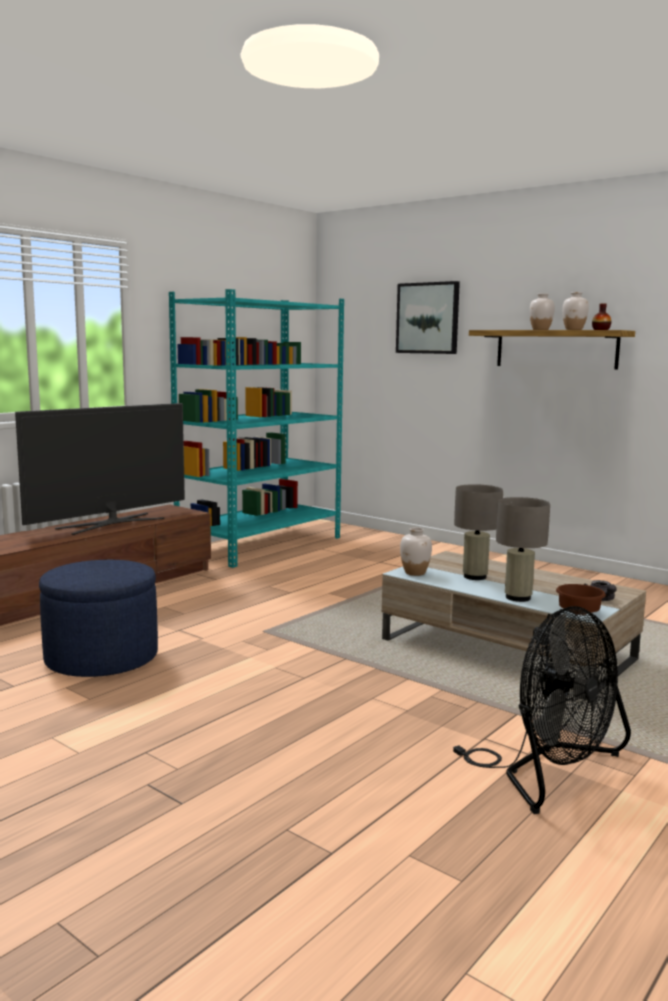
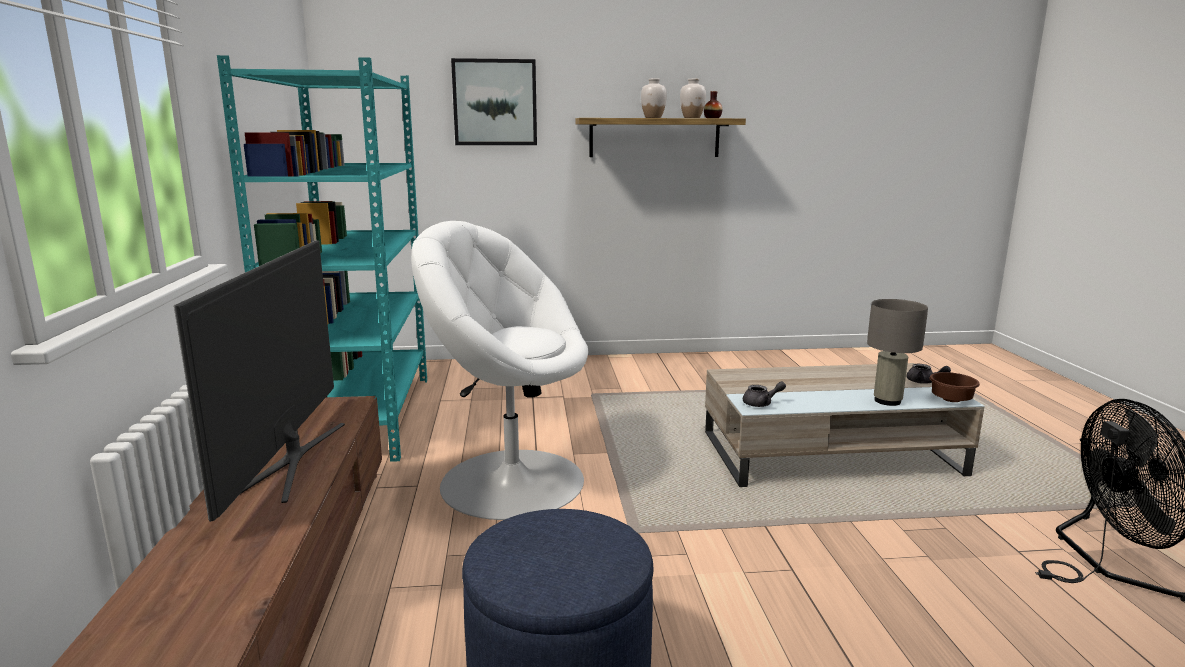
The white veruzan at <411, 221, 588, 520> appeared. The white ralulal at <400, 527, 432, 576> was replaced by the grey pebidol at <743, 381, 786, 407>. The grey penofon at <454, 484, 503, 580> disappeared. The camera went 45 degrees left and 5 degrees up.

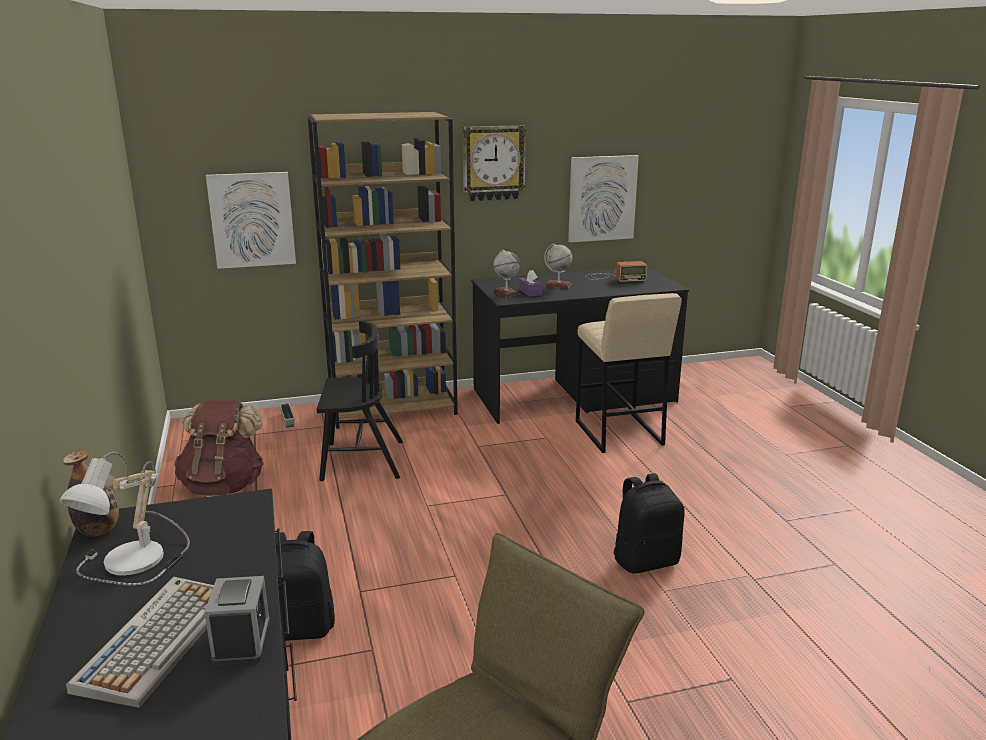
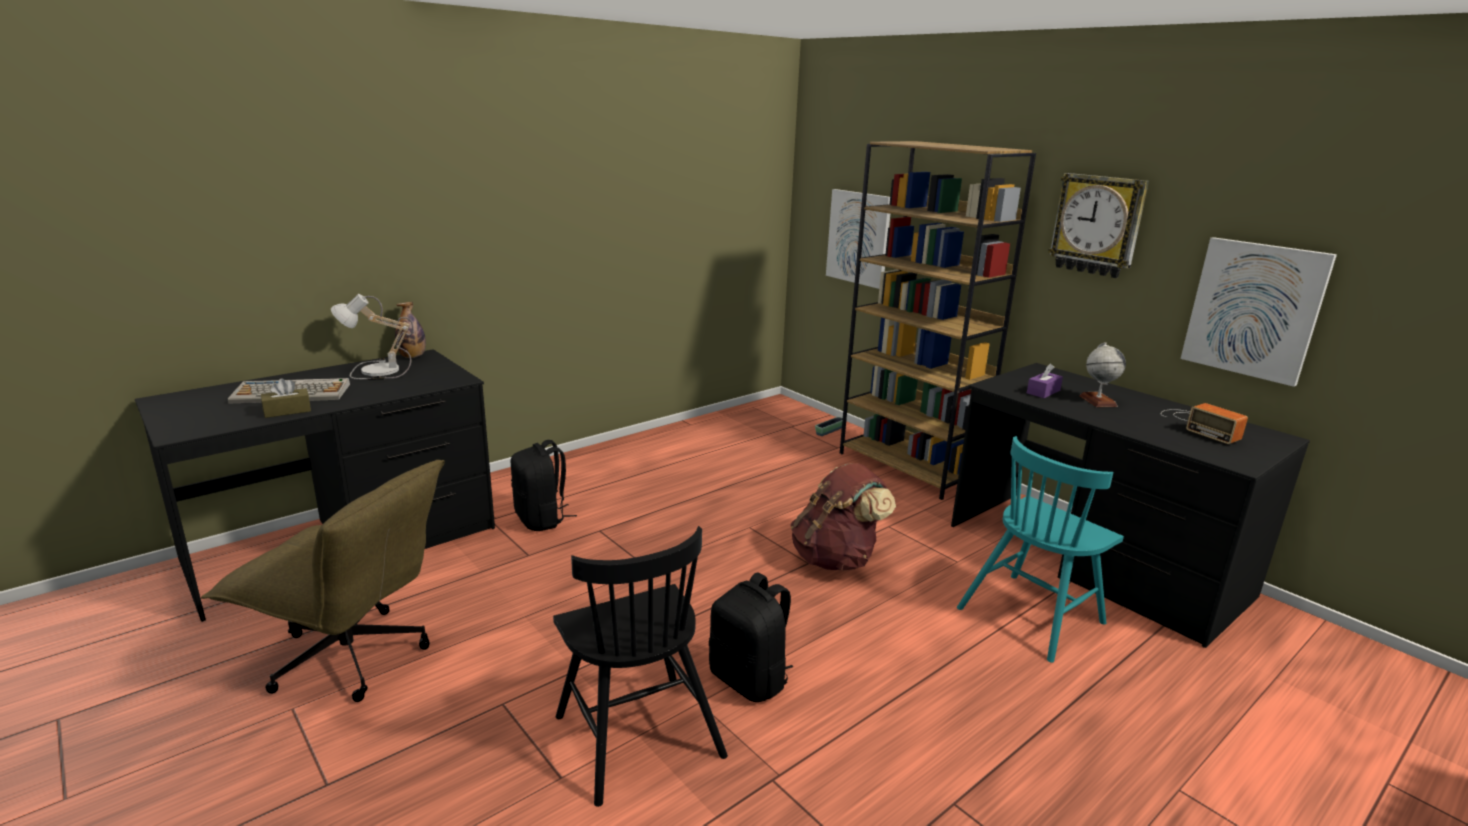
The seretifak at <204, 576, 270, 666> was replaced by the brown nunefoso at <261, 378, 311, 418>. The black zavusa moved from <317, 321, 403, 481> to <553, 526, 728, 807>. The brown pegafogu moved from <174, 400, 264, 496> to <790, 463, 896, 571>. The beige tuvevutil at <576, 293, 682, 453> was replaced by the turquoise zavusa at <957, 436, 1124, 663>. The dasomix at <493, 249, 520, 298> disappeared. The camera went 65 degrees right and 0 degrees up.

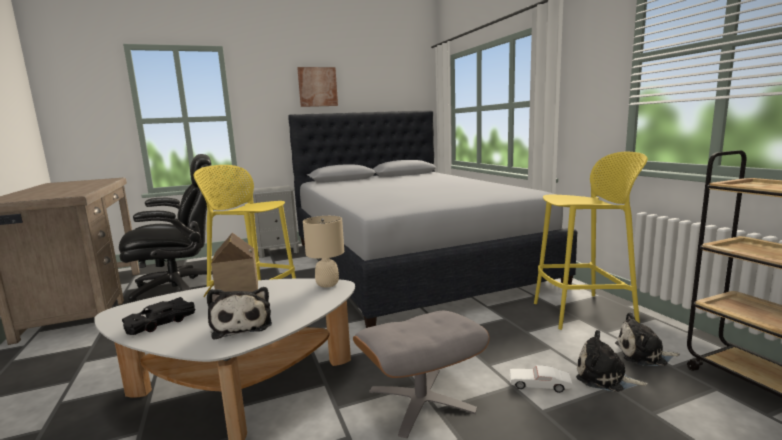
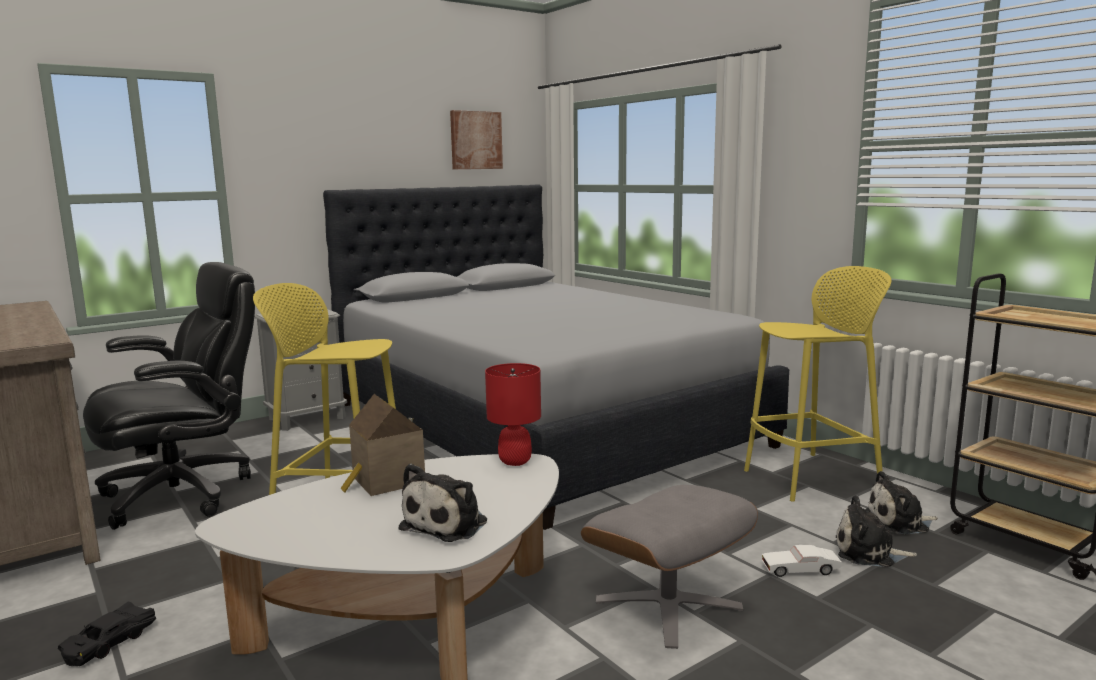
The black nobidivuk moved from <122, 297, 196, 335> to <58, 602, 156, 666>. The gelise at <207, 287, 272, 340> turned 60 degrees clockwise. The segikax moved from <297, 67, 338, 107> to <450, 110, 503, 169>. The beige penofon at <303, 216, 344, 288> became the red penofon at <485, 363, 541, 466>. The camera went 15 degrees left and 0 degrees up.

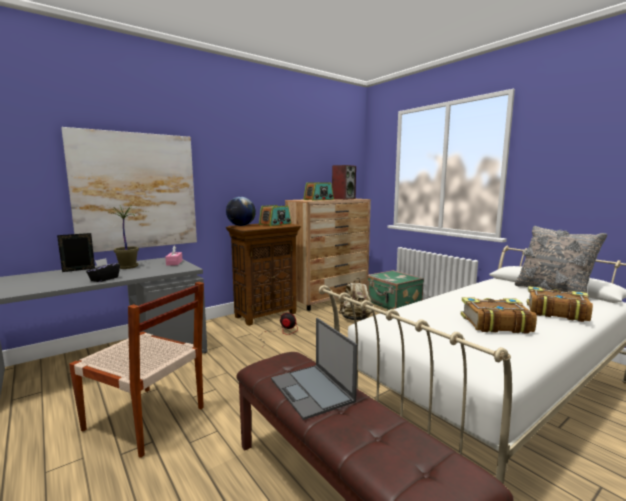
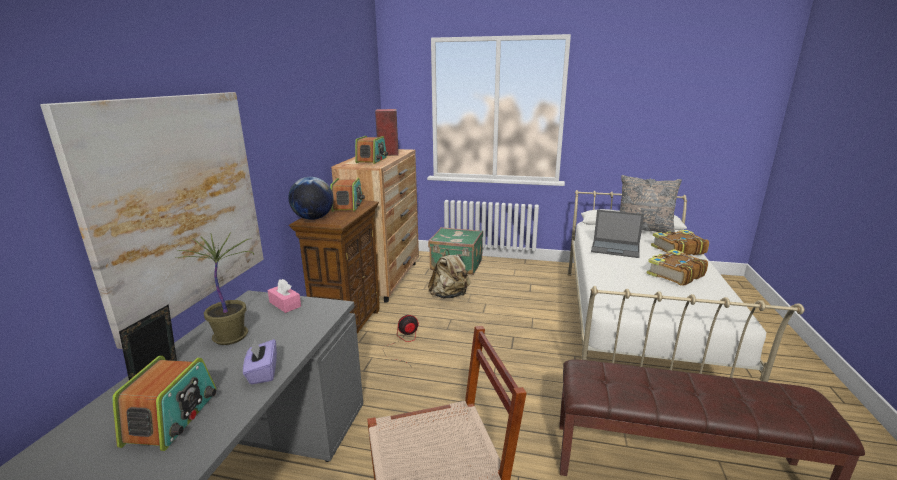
The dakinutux at <112, 356, 216, 451> appeared. The black nunefoso at <86, 258, 120, 282> became the purple nunefoso at <243, 339, 277, 384>. The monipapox moved from <271, 318, 358, 420> to <591, 210, 644, 258>. The camera went 40 degrees left and 10 degrees up.

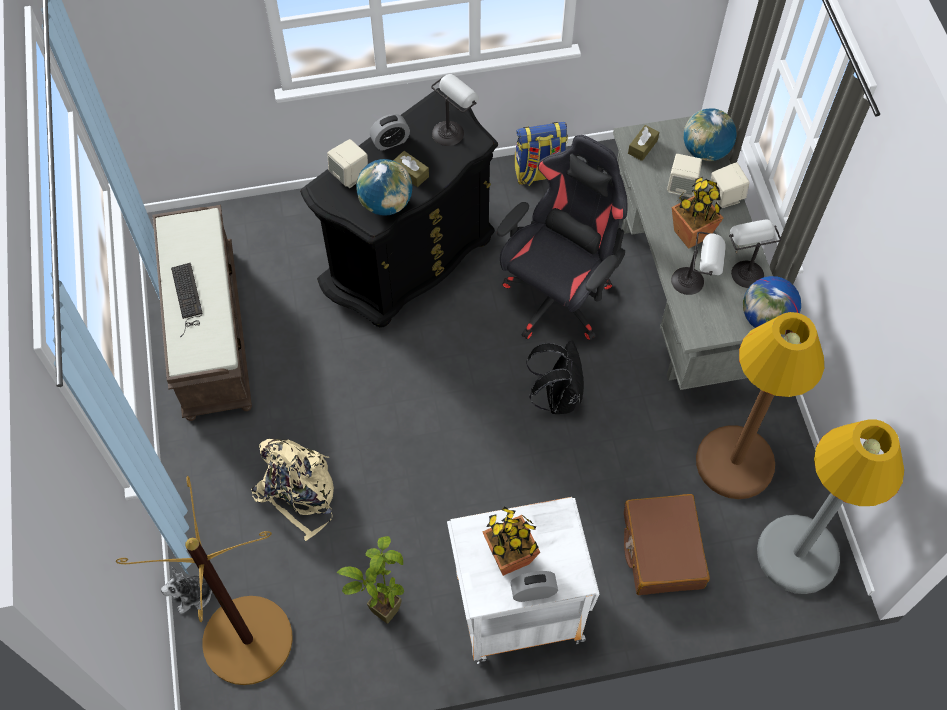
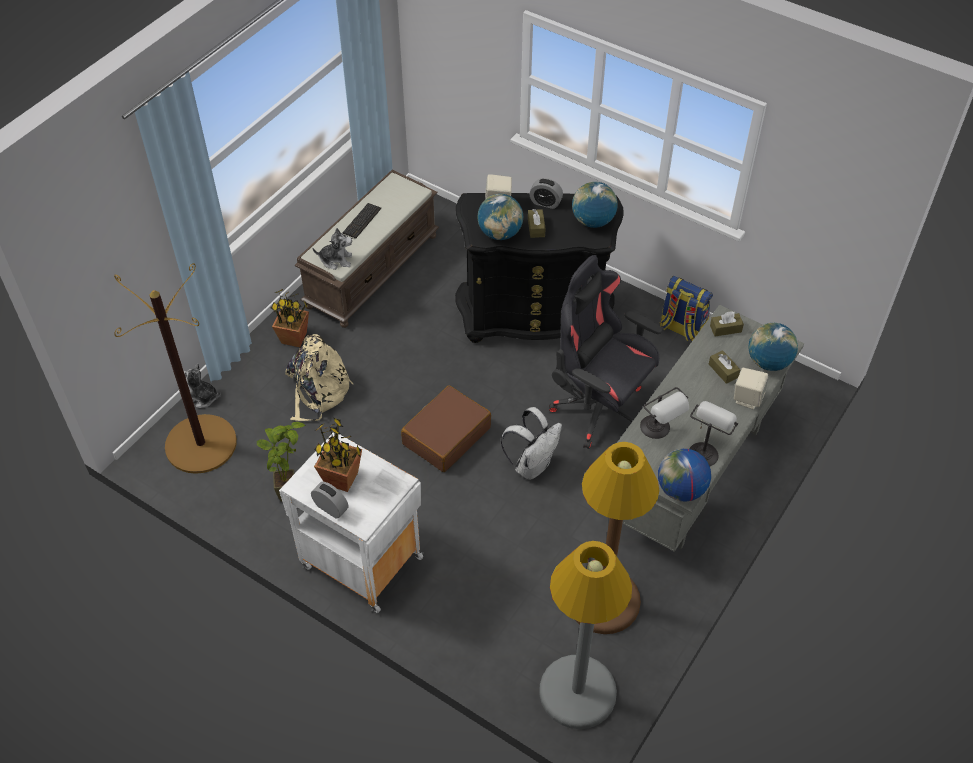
The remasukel moved from <672, 177, 723, 249> to <271, 289, 309, 347>. The gelise at <312, 228, 352, 270> appeared. The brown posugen moved from <624, 494, 710, 595> to <401, 385, 491, 472>. The black pegafogu at <526, 341, 584, 414> became the white pegafogu at <501, 407, 562, 480>. The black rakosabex at <497, 135, 628, 340> turned 135 degrees counterclockwise. The penofon at <431, 74, 479, 146> was replaced by the dasomix at <572, 182, 618, 228>. The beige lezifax at <667, 154, 702, 198> was replaced by the brown nunefoso at <709, 350, 741, 384>. The camera went 45 degrees right and 10 degrees down.

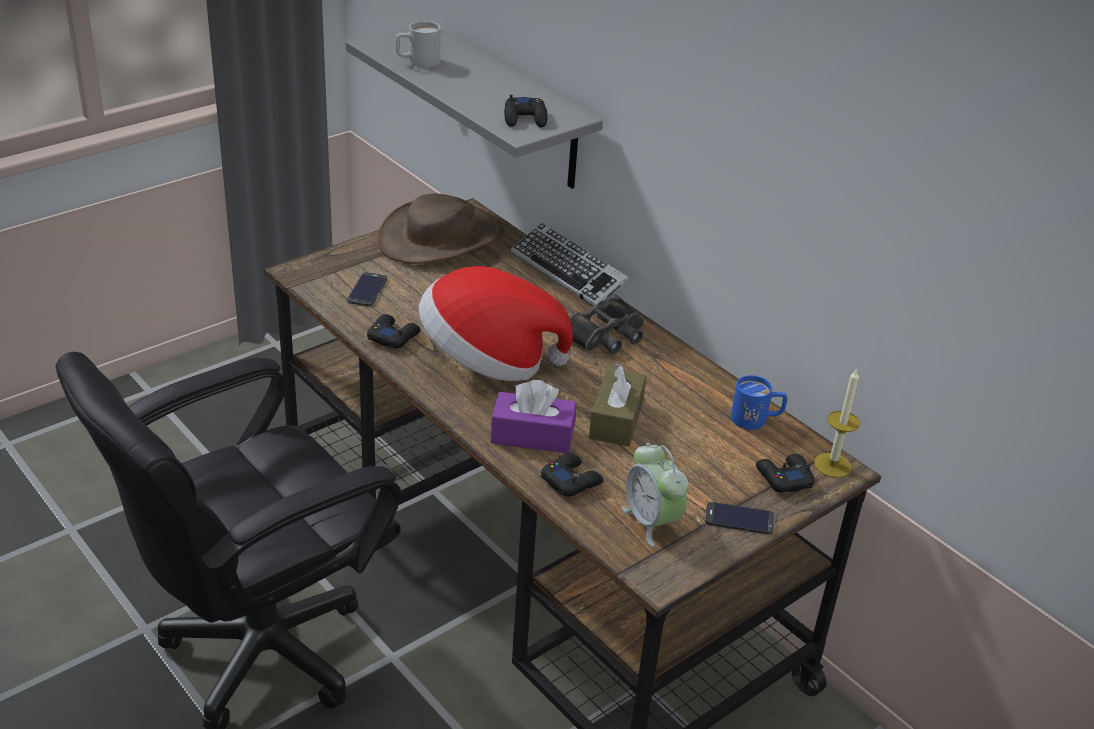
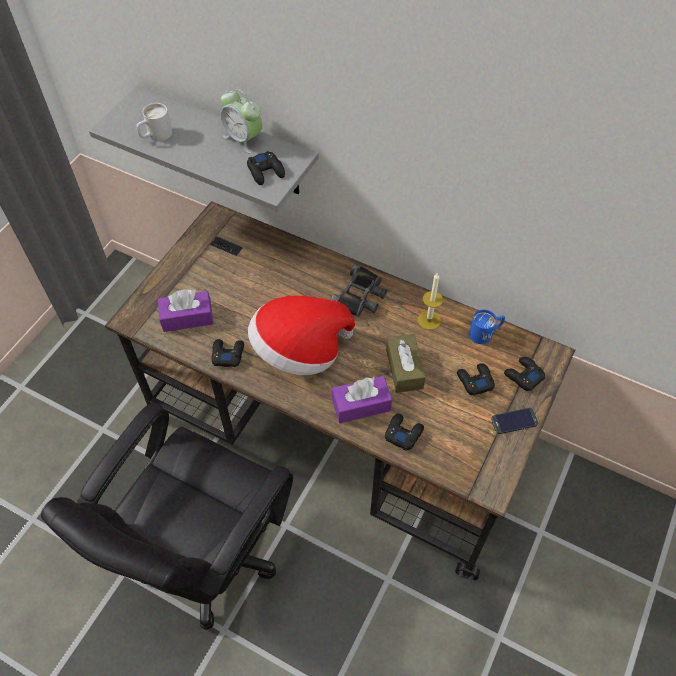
The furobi at <347, 272, 387, 306> was replaced by the purple nunefoso at <158, 289, 213, 332>. The seretifak moved from <621, 443, 689, 547> to <221, 89, 262, 154>. The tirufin moved from <814, 368, 860, 478> to <418, 272, 443, 330>. The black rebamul at <457, 363, 495, 396> appeared. The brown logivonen at <378, 194, 505, 264> disappeared. The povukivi at <511, 223, 628, 306> disappeared. The camera went 20 degrees left and 20 degrees up.

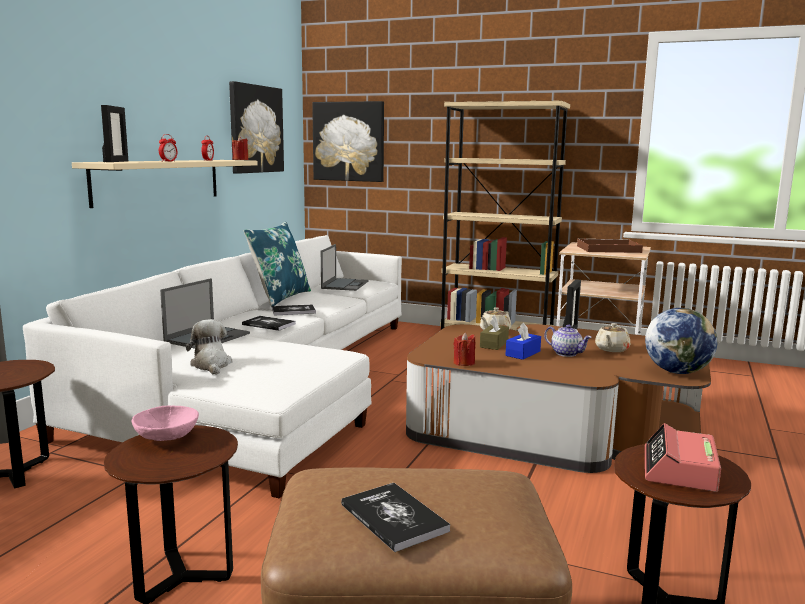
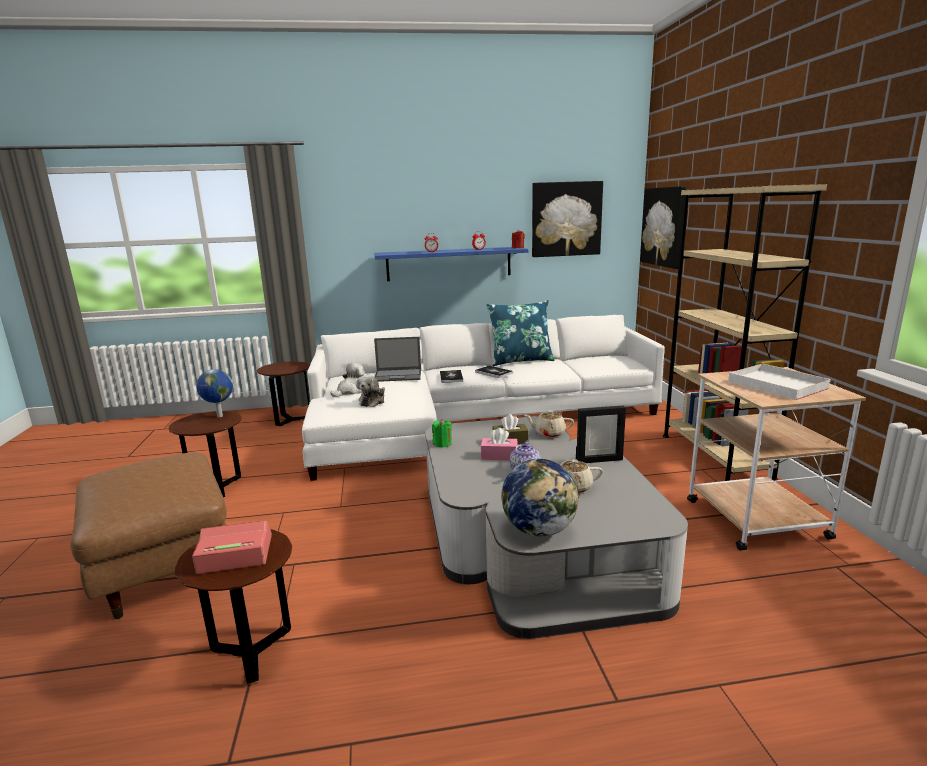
The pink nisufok at <132, 405, 199, 441> was replaced by the dasomix at <196, 369, 233, 417>. The gelise at <356, 375, 385, 407> appeared. The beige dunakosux at <72, 160, 258, 208> became the blue dunakosux at <375, 247, 529, 281>. The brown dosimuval at <406, 324, 711, 473> became the grey dosimuval at <425, 416, 688, 639>. The red tirufin at <453, 332, 475, 366> became the green tirufin at <432, 419, 452, 448>. The blue nunefoso at <506, 323, 541, 360> became the pink nunefoso at <481, 428, 518, 460>. The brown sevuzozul at <577, 239, 643, 253> became the white sevuzozul at <728, 363, 831, 400>. The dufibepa at <101, 105, 128, 162> disappeared. The monipapox at <321, 244, 368, 291> disappeared. The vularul at <341, 483, 451, 552> disappeared. The camera went 60 degrees right and 5 degrees up.

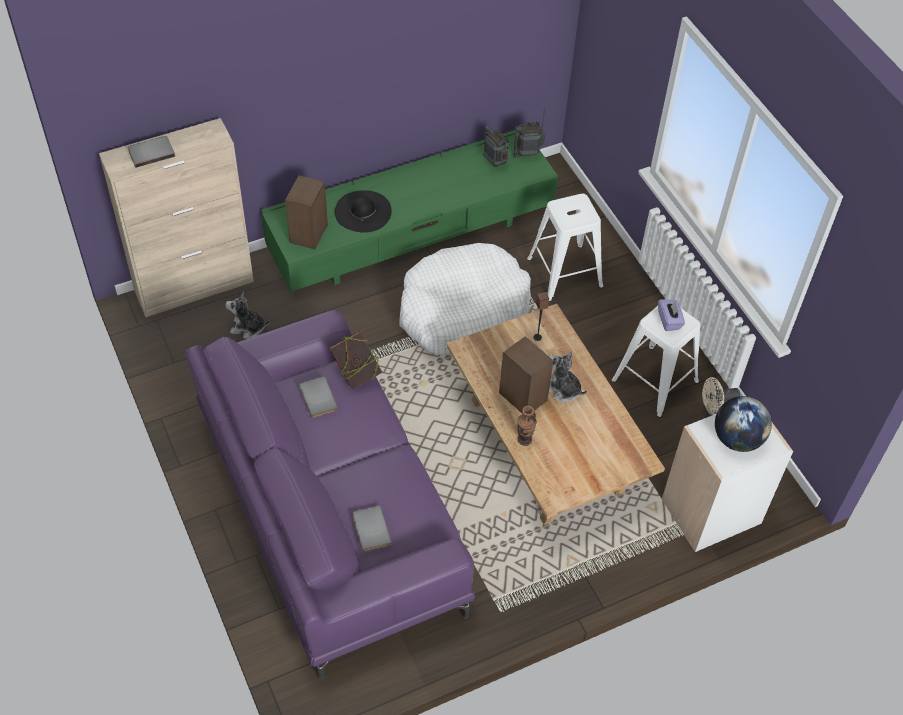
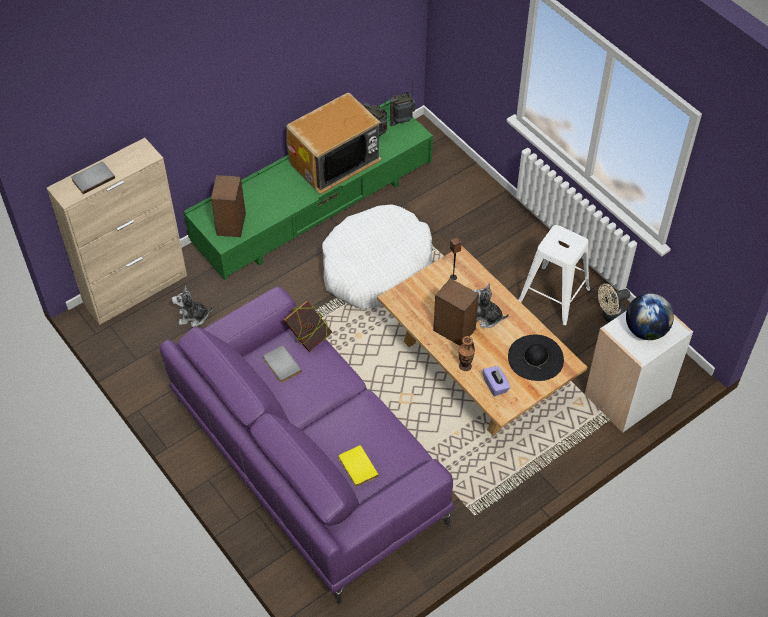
The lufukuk at <286, 93, 381, 194> appeared. The grey vularul at <353, 505, 392, 552> became the yellow vularul at <339, 445, 379, 487>. The purple nunefoso moved from <658, 299, 685, 331> to <483, 366, 510, 396>. The black logivonen moved from <335, 190, 392, 233> to <508, 335, 564, 381>. The white tuvevutil at <527, 194, 603, 302> disappeared. The camera went 10 degrees left and 0 degrees up.

